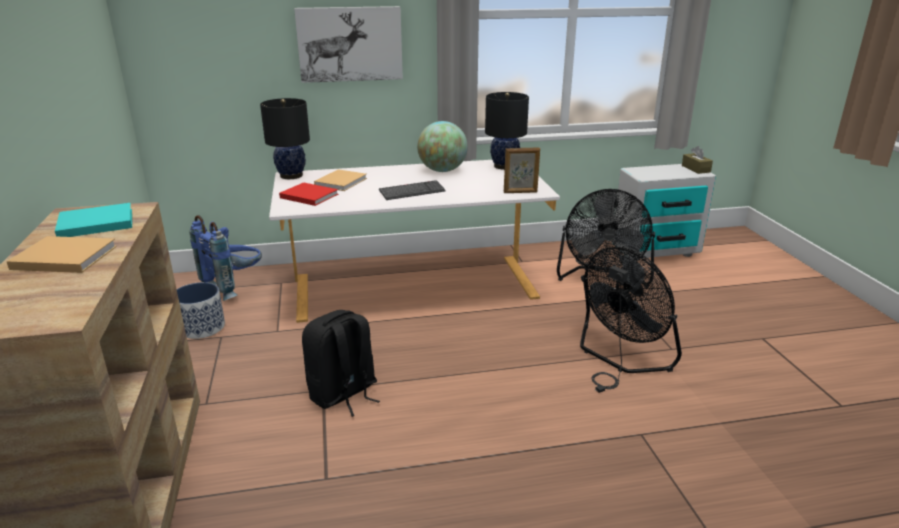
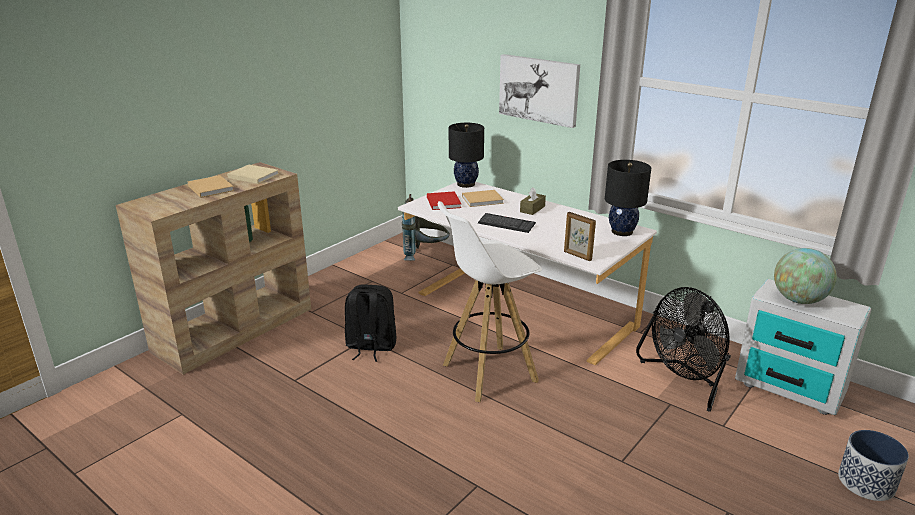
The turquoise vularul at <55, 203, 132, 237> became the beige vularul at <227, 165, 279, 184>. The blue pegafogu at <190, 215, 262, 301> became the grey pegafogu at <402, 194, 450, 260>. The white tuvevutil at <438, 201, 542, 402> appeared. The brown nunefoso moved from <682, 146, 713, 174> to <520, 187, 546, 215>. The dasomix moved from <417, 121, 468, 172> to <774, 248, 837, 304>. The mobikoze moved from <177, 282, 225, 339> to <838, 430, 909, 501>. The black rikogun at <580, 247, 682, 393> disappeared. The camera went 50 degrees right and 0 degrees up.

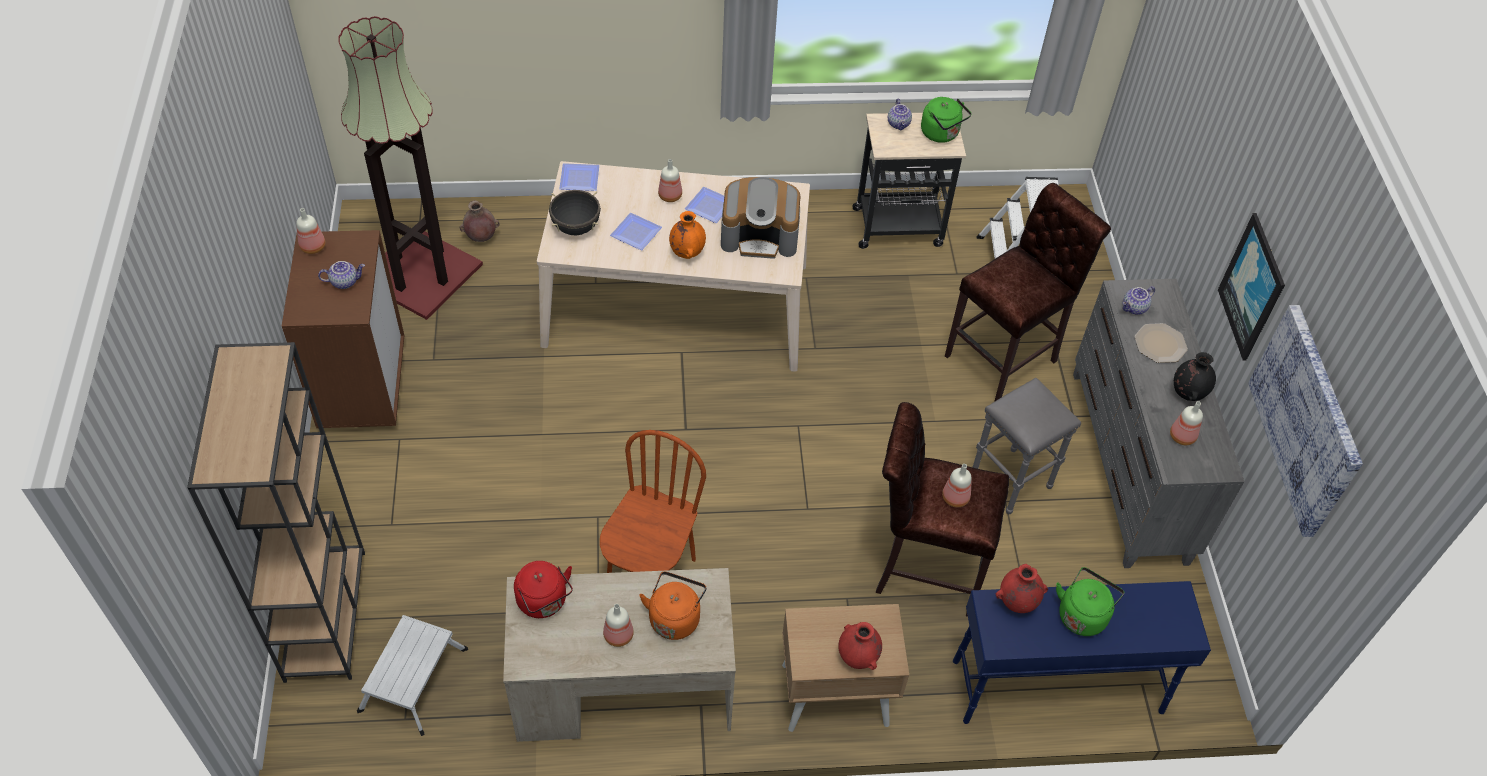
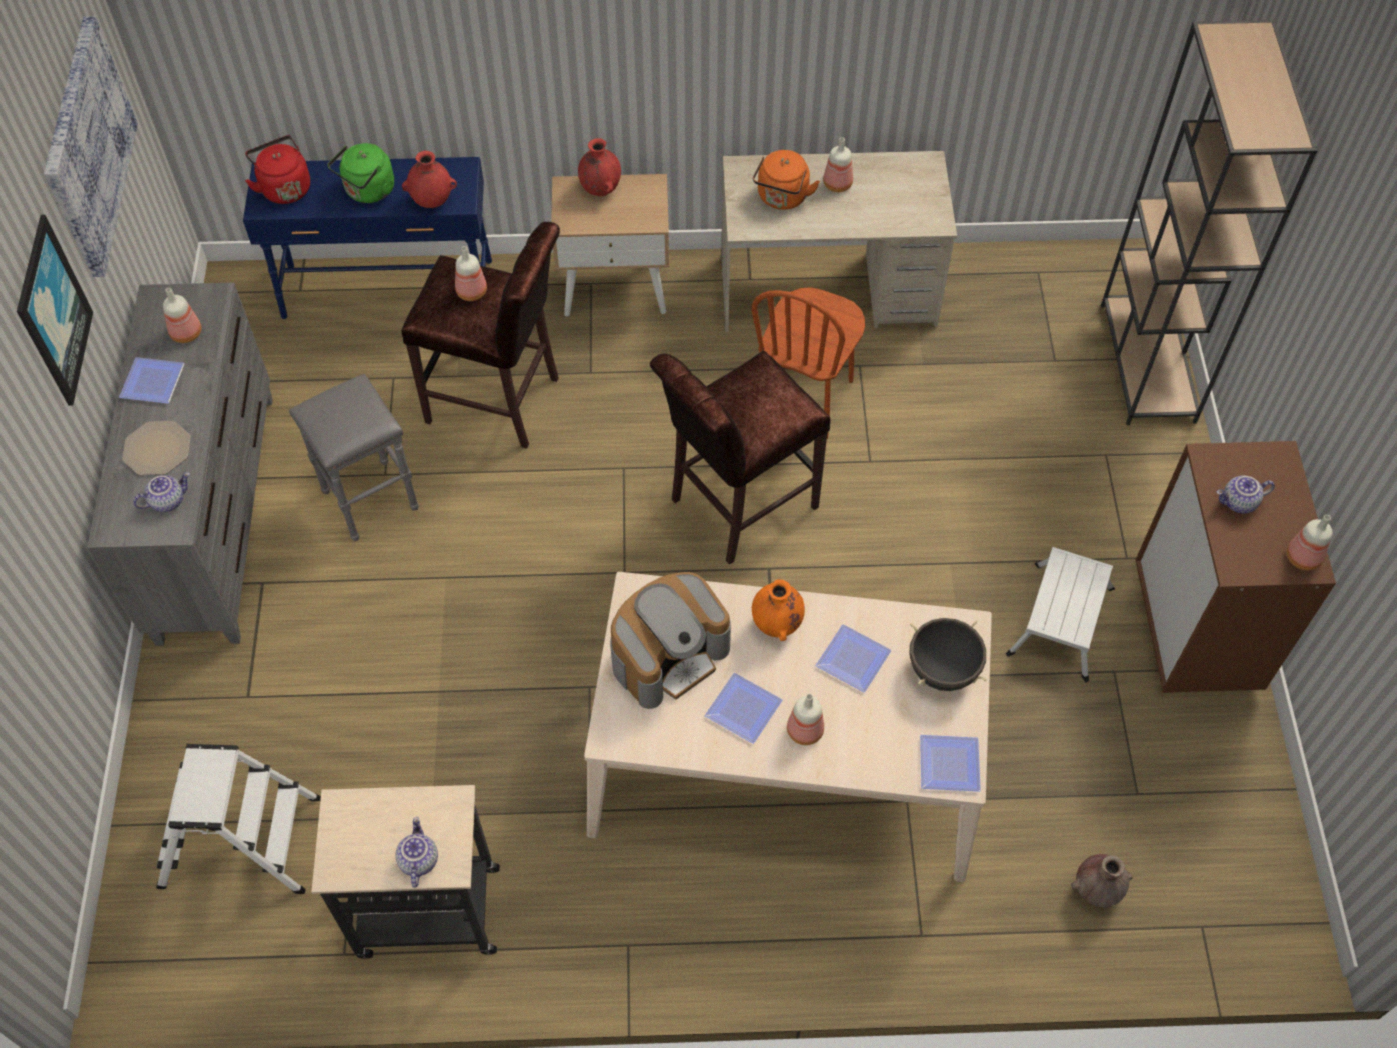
The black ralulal at <1174, 352, 1216, 401> was replaced by the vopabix at <119, 357, 185, 403>. The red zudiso moved from <514, 561, 573, 618> to <245, 135, 310, 204>. The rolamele at <721, 177, 800, 259> turned 135 degrees clockwise. The brown tuvevutil moved from <945, 183, 1111, 401> to <650, 351, 831, 565>. The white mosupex moved from <357, 615, 468, 736> to <1006, 547, 1115, 683>. The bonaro at <338, 16, 483, 320> disappeared. The green zudiso at <921, 97, 972, 143> disappeared. The camera went 175 degrees left and 5 degrees up.

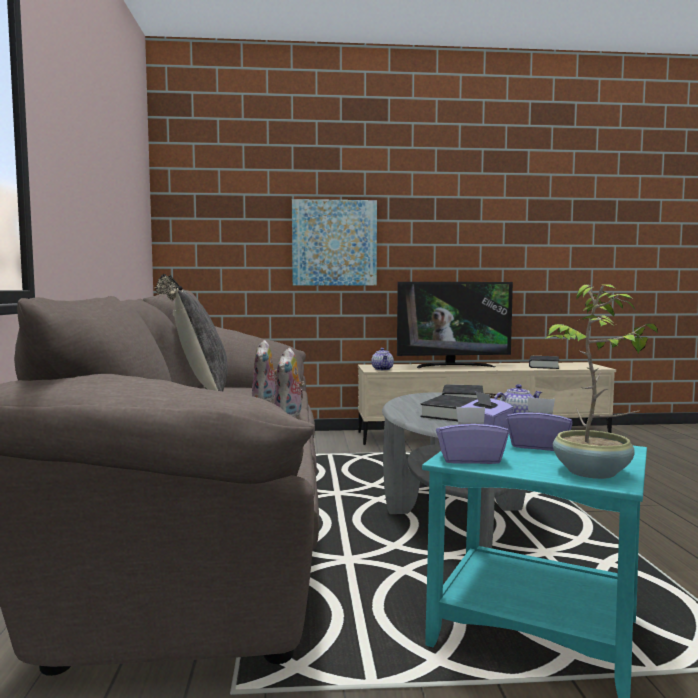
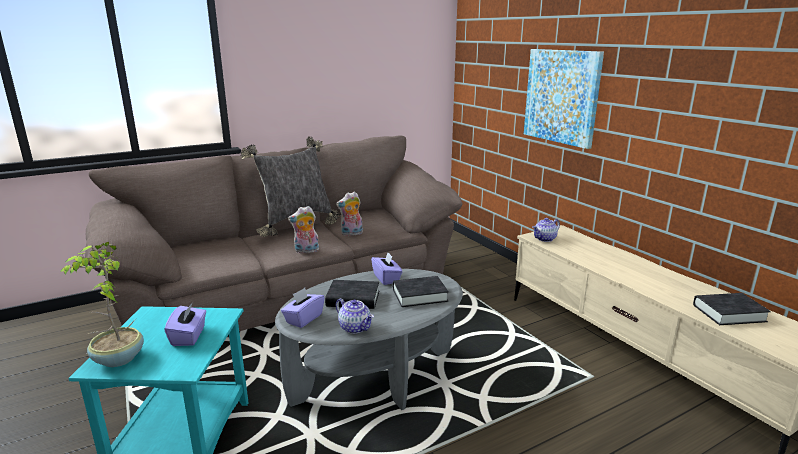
The purple nunefoso moved from <436, 407, 509, 464> to <371, 253, 402, 285>. The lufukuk at <397, 282, 513, 368> disappeared. The camera went 65 degrees right and 15 degrees up.

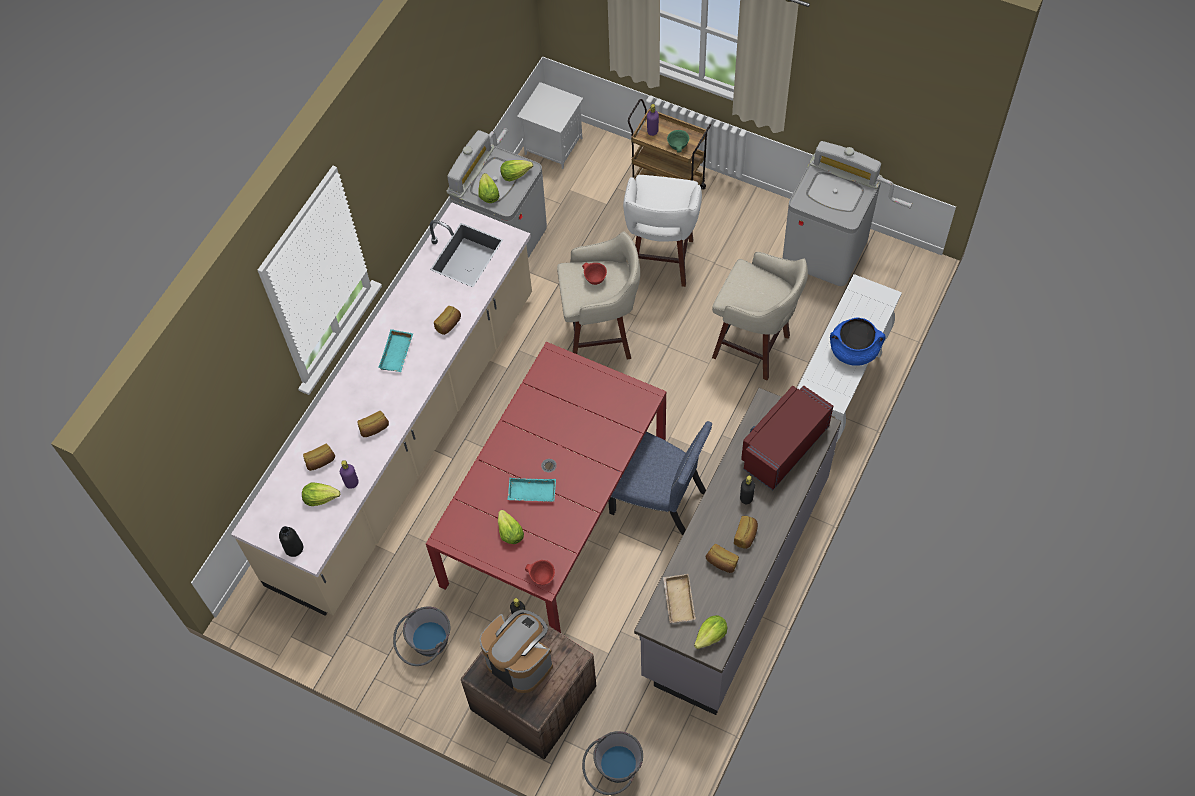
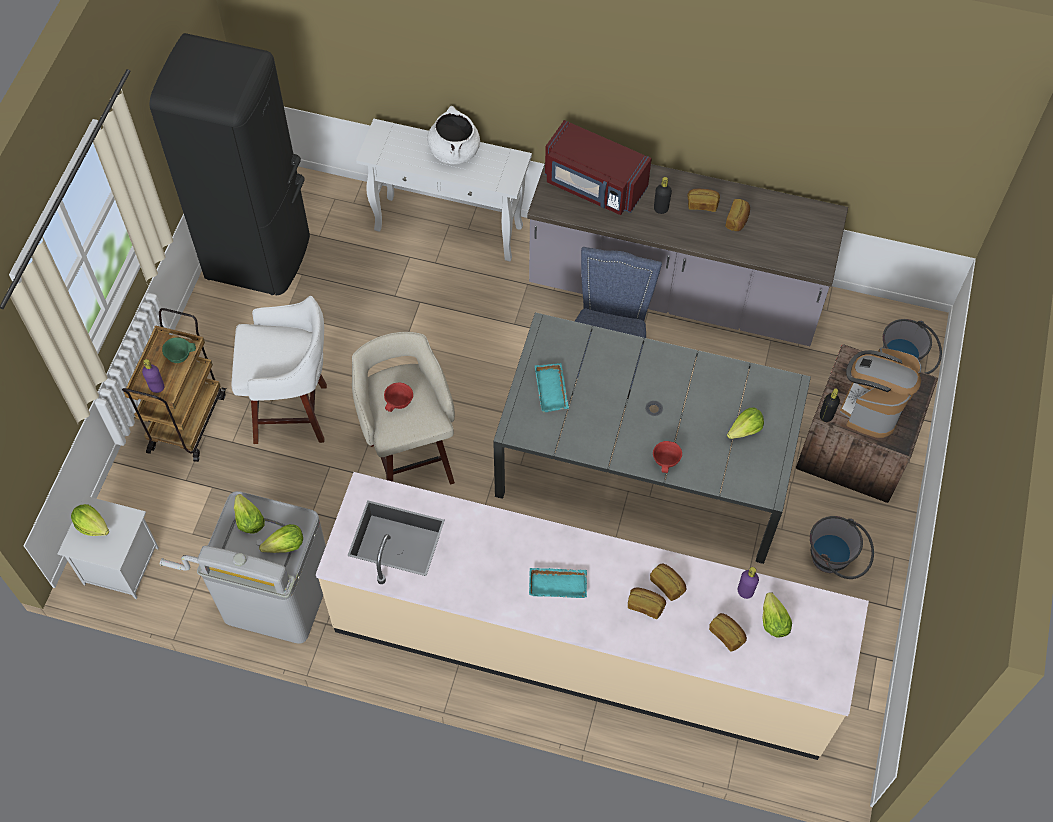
The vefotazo moved from <694, 615, 727, 649> to <71, 504, 109, 536>. The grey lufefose at <782, 141, 912, 286> was replaced by the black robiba at <150, 33, 310, 295>. The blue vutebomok at <830, 318, 886, 366> became the white vutebomok at <427, 106, 480, 164>. The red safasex at <426, 342, 666, 633> became the grey safasex at <493, 312, 811, 564>. The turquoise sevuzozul moved from <507, 478, 556, 502> to <535, 363, 569, 413>. The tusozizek moved from <434, 306, 461, 335> to <628, 588, 666, 619>. The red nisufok moved from <525, 560, 555, 585> to <653, 441, 682, 473>. The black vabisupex at <279, 526, 303, 557> disappeared. The beige sevuzozul at <663, 574, 696, 623> disappeared. The beige tuvevutil at <712, 252, 808, 380> disappeared. The camera went 105 degrees left and 0 degrees up.

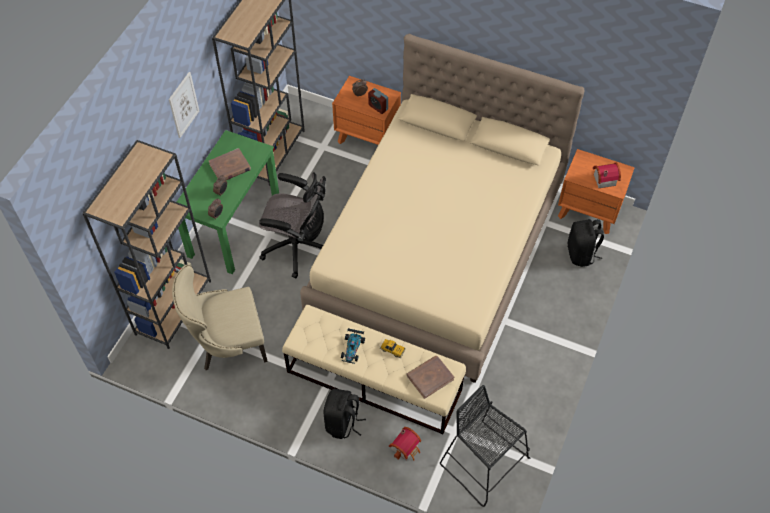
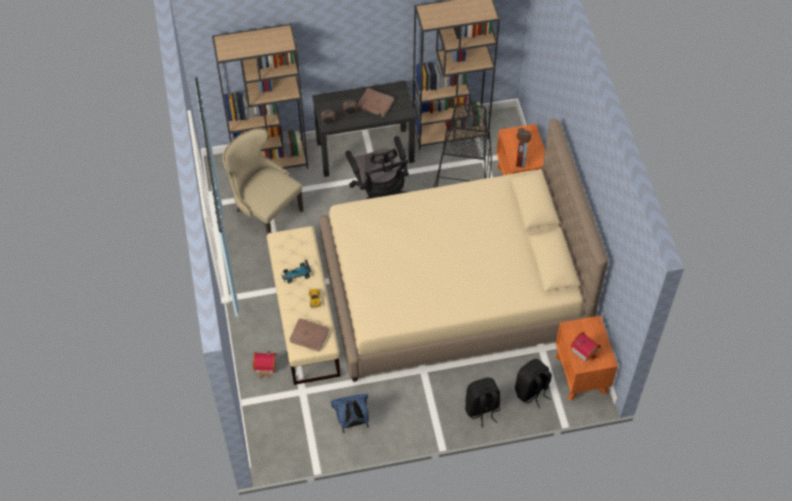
The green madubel at <177, 130, 279, 274> became the black madubel at <312, 81, 416, 177>. The blue pegafogu at <331, 394, 369, 433> appeared. The black tuvevutil moved from <440, 385, 530, 507> to <433, 103, 492, 188>. The black pegafogu moved from <324, 389, 366, 439> to <465, 378, 500, 428>. The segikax at <169, 72, 199, 138> disappeared. The camera went 55 degrees right and 0 degrees up.

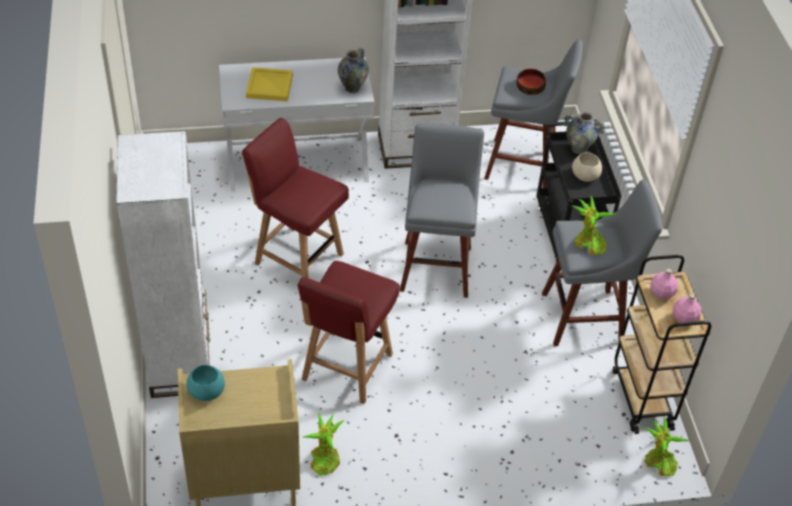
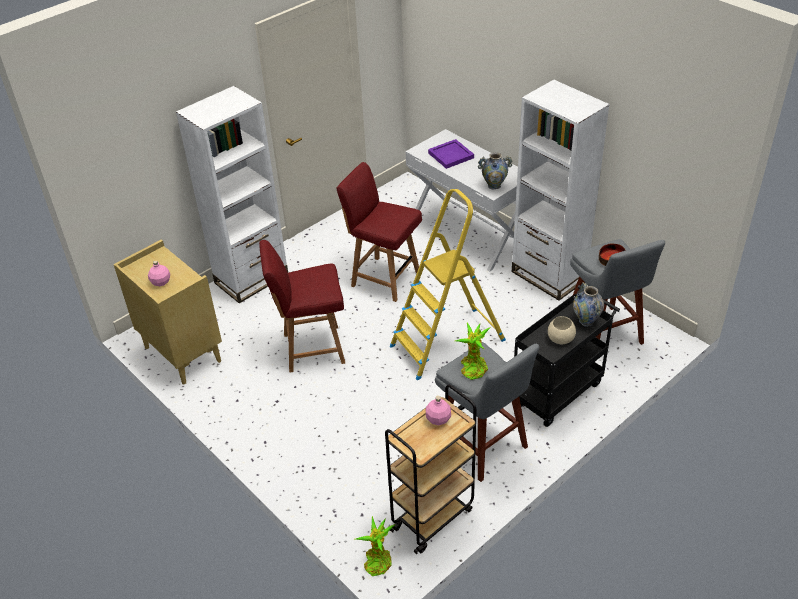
The pink vabisupex moved from <673, 294, 701, 323> to <148, 260, 170, 286>. The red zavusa at <242, 118, 349, 278> turned 60 degrees counterclockwise. The grey tuvevutil at <400, 123, 484, 298> was replaced by the yellow mosupex at <390, 189, 506, 380>. The yellow sevuzozul at <246, 67, 293, 101> became the purple sevuzozul at <428, 139, 474, 169>. The turquoise nisufok at <187, 365, 225, 401> disappeared. The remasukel at <303, 413, 344, 476> disappeared. The camera went 60 degrees right and 5 degrees down.

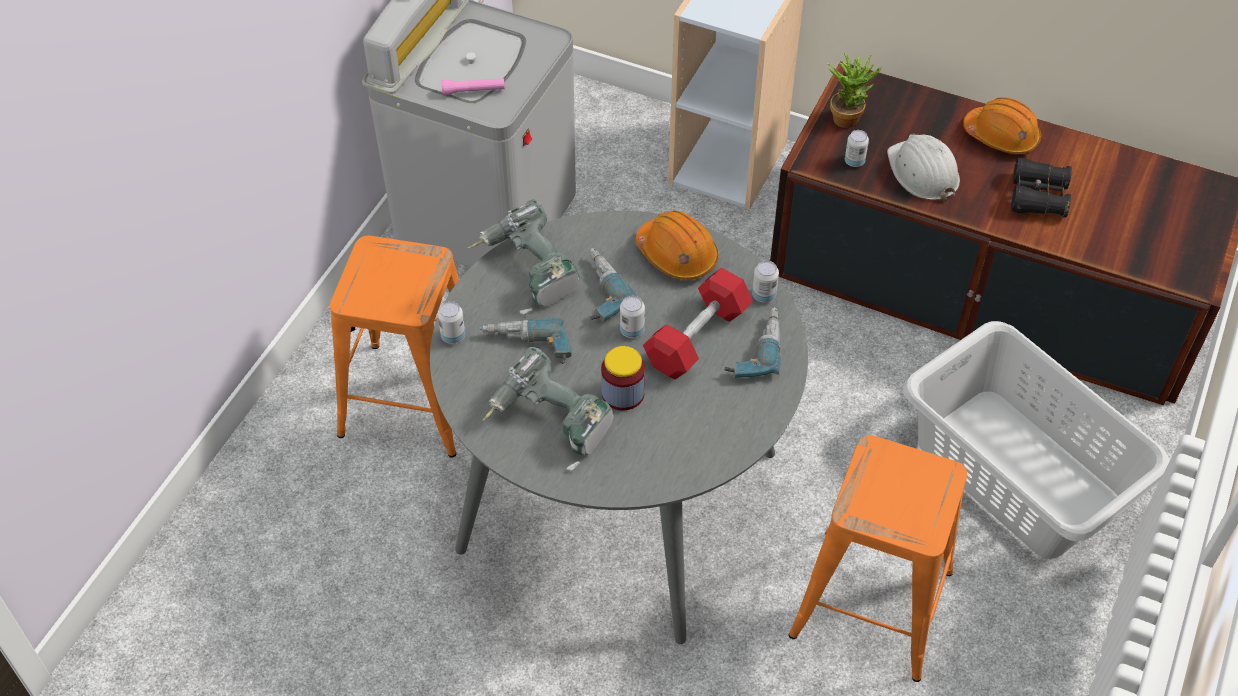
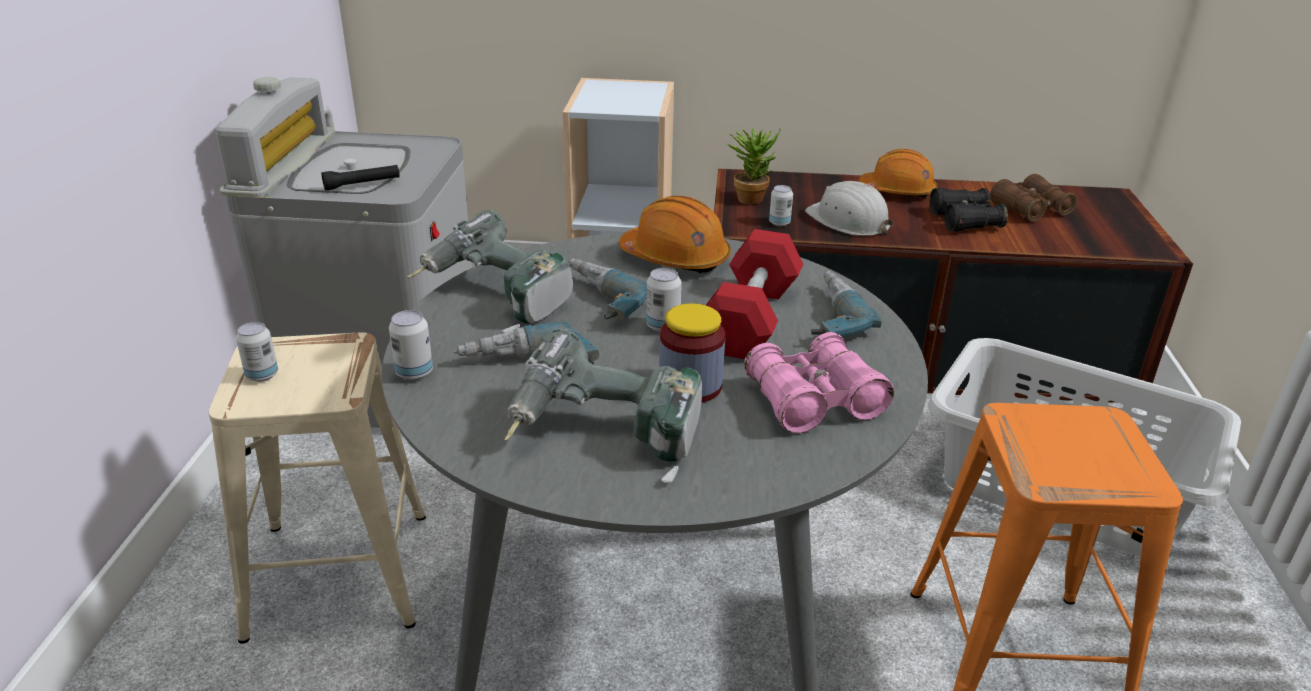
The orange tuvevutil at <330, 236, 459, 457> became the beige tuvevutil at <209, 332, 426, 644>. The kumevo moved from <752, 261, 779, 303> to <236, 322, 278, 382>. The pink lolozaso at <441, 78, 505, 95> became the black lolozaso at <321, 165, 400, 191>. The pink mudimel at <744, 332, 894, 433> appeared. The brown mudimel at <990, 174, 1077, 221> appeared. The camera went 20 degrees left and 20 degrees down.

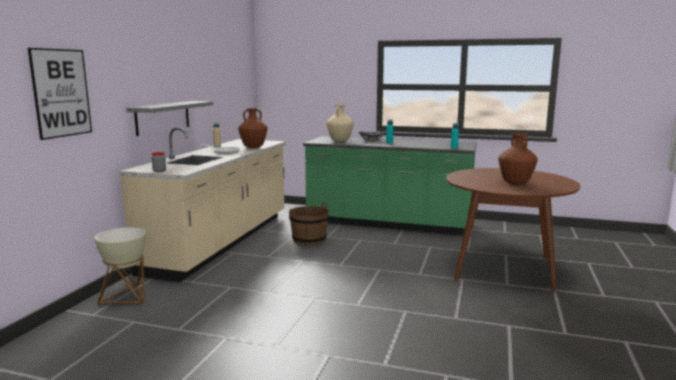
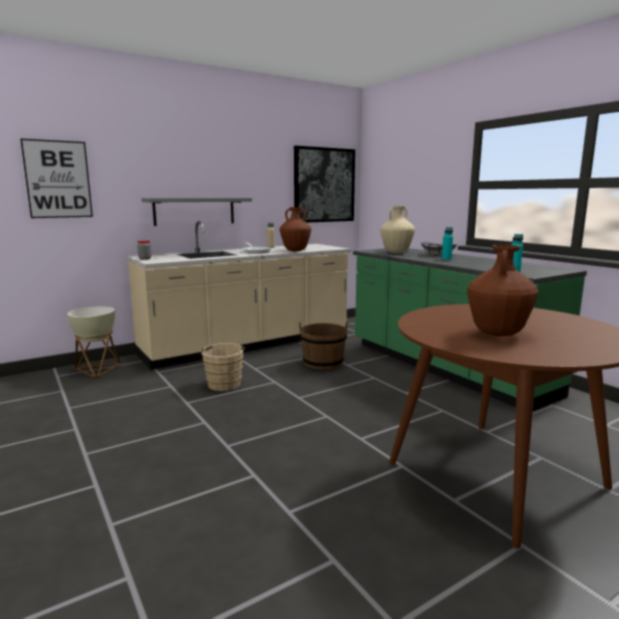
The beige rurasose at <199, 343, 246, 391> appeared. The segikax at <294, 146, 355, 223> appeared. The camera went 40 degrees right and 0 degrees up.

